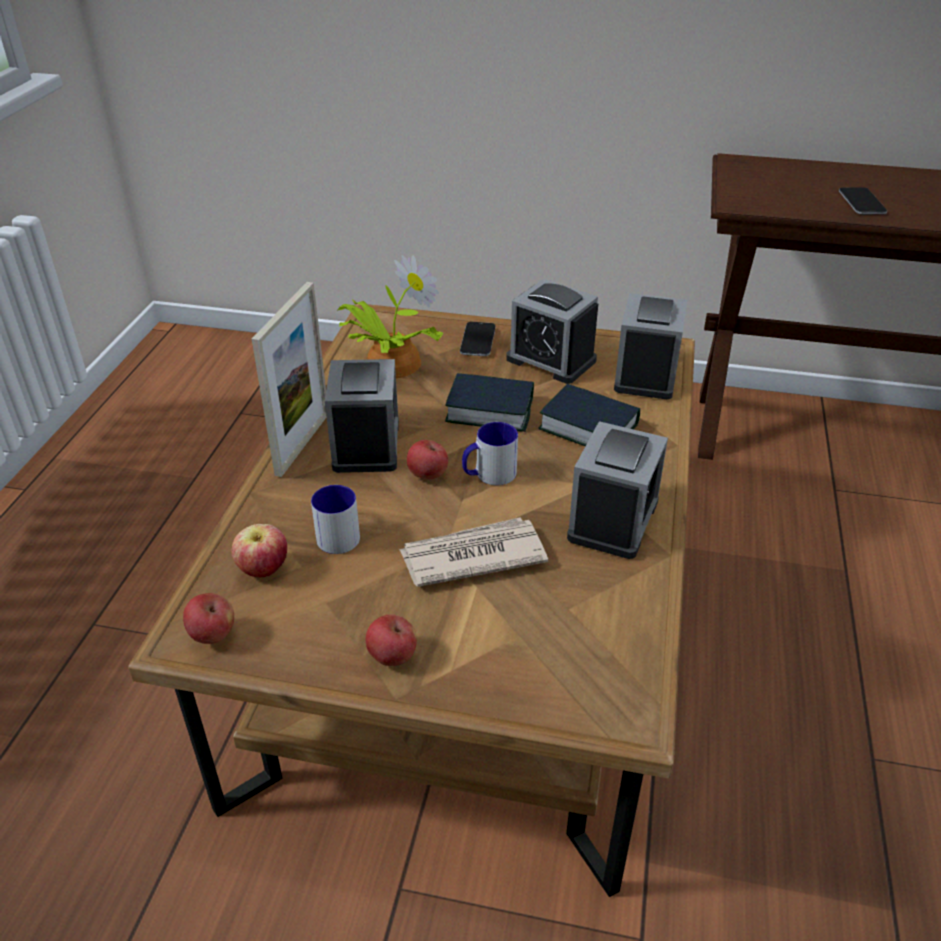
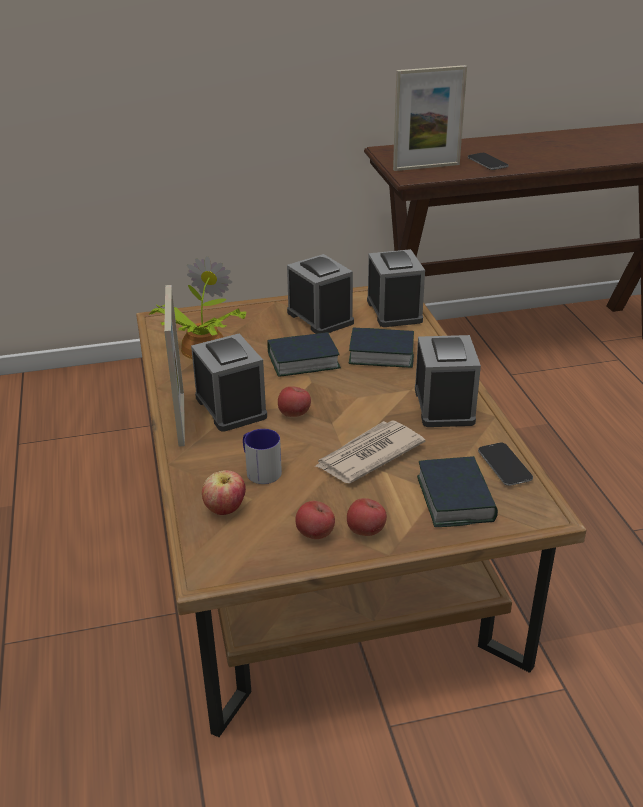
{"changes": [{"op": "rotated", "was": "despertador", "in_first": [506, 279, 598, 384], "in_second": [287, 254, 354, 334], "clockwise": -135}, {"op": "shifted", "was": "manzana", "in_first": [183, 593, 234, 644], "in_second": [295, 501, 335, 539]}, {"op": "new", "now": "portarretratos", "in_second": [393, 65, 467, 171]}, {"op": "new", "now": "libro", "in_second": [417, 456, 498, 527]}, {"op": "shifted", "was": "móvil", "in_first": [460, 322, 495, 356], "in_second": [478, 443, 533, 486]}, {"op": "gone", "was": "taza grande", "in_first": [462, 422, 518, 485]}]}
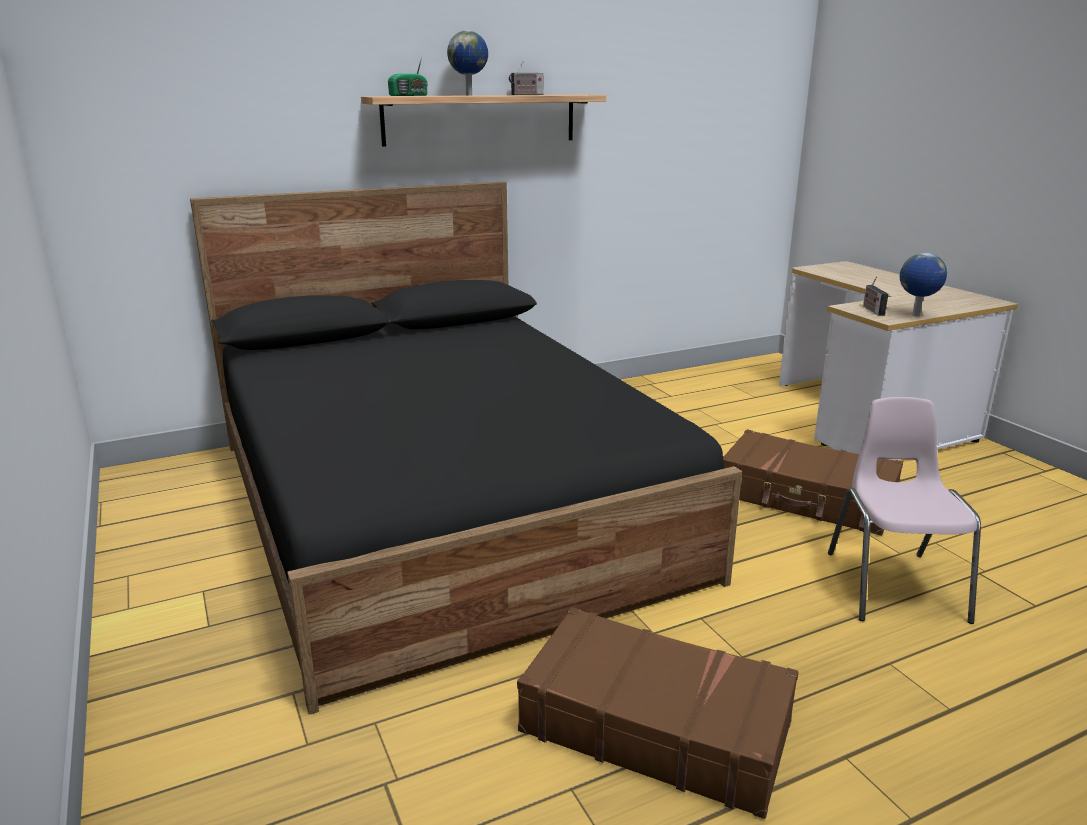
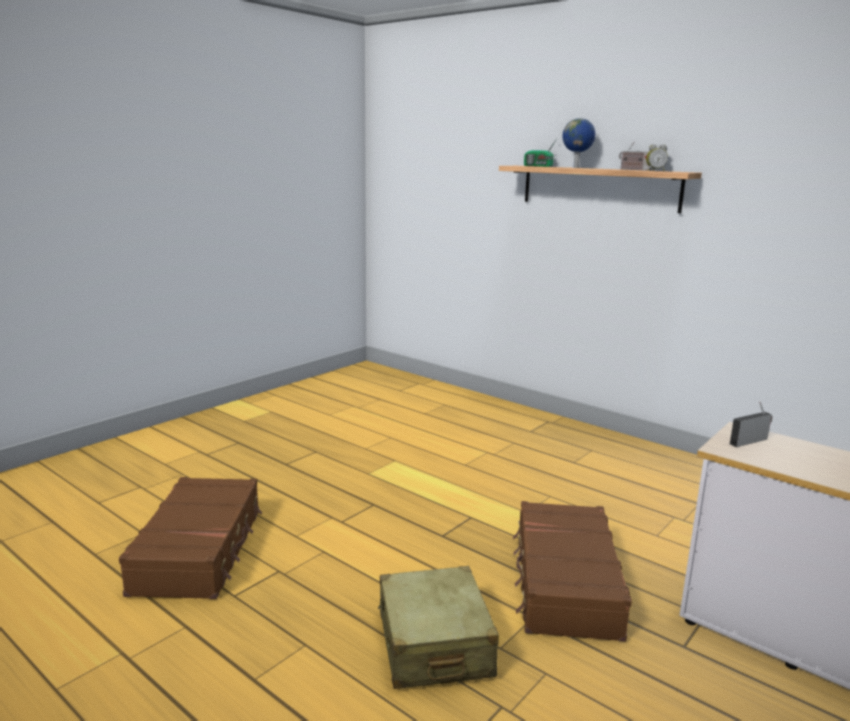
{"changes": [{"op": "swapped", "was": "silla [rosa]", "now": "maleta [beis]", "in_first": [828, 397, 981, 624], "in_second": [378, 566, 499, 689]}, {"op": "new", "now": "despertador", "in_second": [646, 144, 668, 171]}, {"op": "gone", "was": "cama [negro]", "in_first": [190, 181, 742, 715]}, {"op": "gone", "was": "globo terráqueo", "in_first": [900, 253, 947, 317]}]}
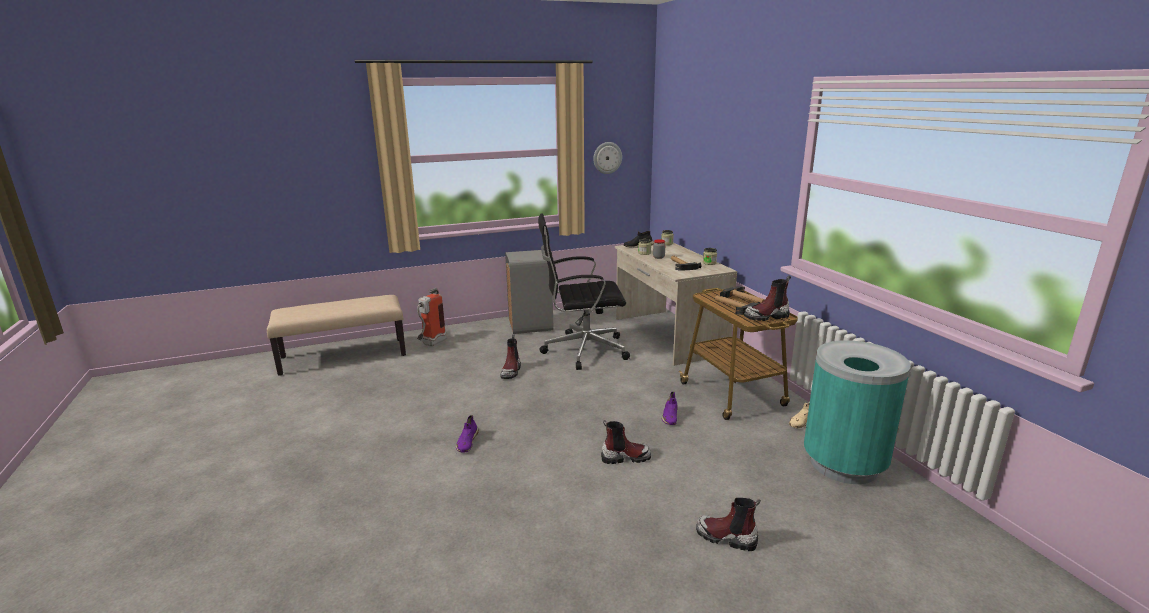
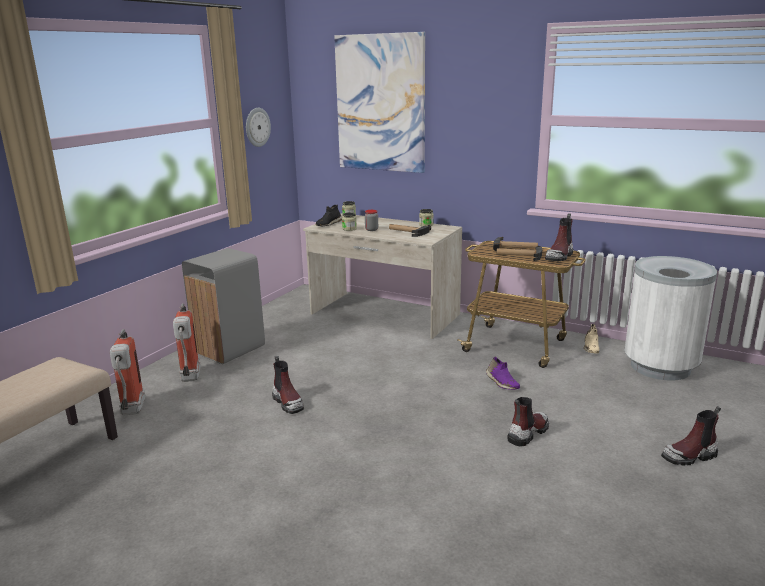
{"changes": [{"op": "new", "now": "extintor", "in_second": [173, 303, 201, 382]}, {"op": "new", "now": "cuadro", "in_second": [334, 32, 425, 173]}, {"op": "repainted", "was": "papelera [turquesa]", "now": "papelera [blanco]", "in_first": [804, 340, 911, 484], "in_second": [624, 256, 717, 381]}, {"op": "gone", "was": "zapato [morado]", "in_first": [456, 415, 479, 453]}, {"op": "gone", "was": "silla de oficina [negro]", "in_first": [538, 213, 630, 370]}]}
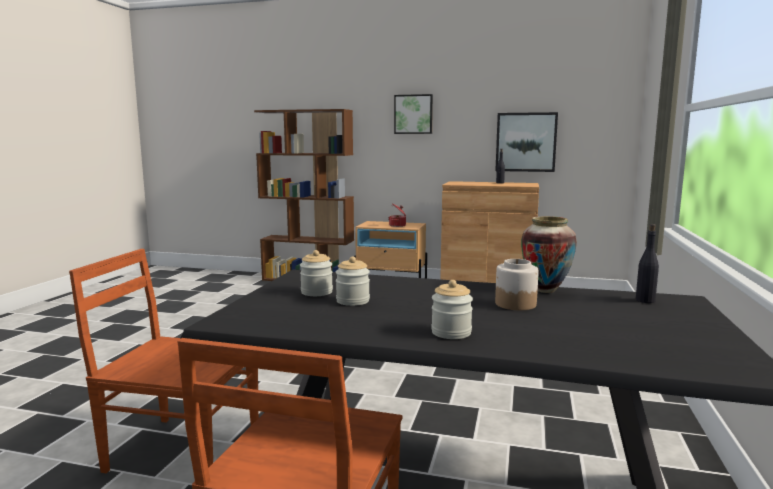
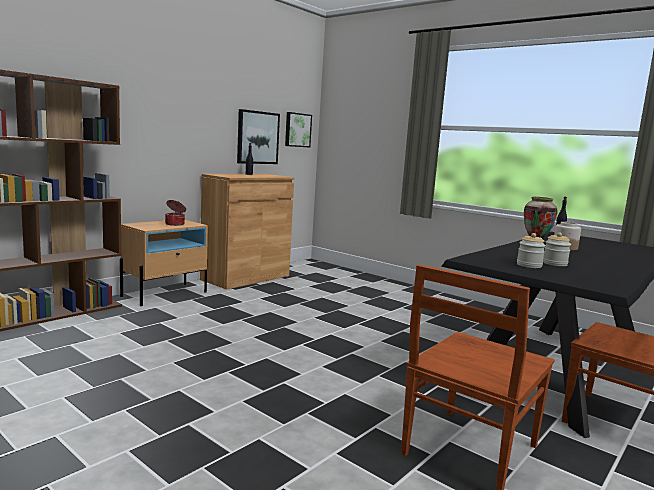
{"changes": [{"op": "shifted", "was": "cuadro", "in_first": [394, 94, 433, 134], "in_second": [285, 112, 312, 147]}, {"op": "gone", "was": "tarro", "in_first": [431, 280, 473, 339]}]}
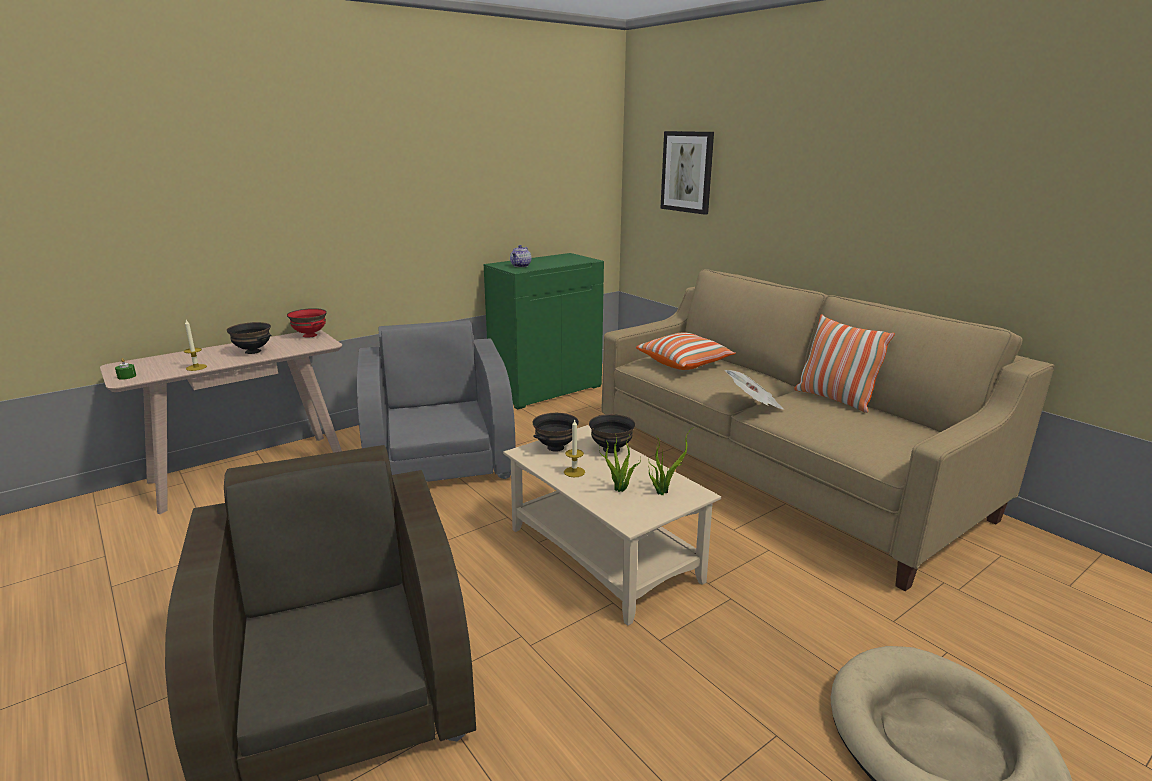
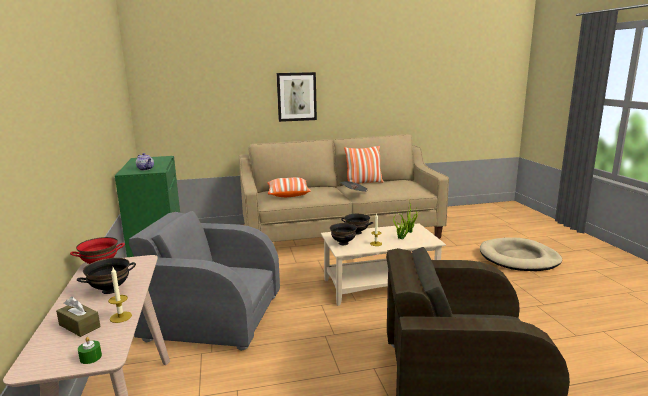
{"changes": [{"op": "new", "now": "caja de pañuelos [marrón]", "in_second": [56, 297, 101, 337]}, {"op": "shifted", "was": "cuadro", "in_first": [660, 131, 714, 215], "in_second": [277, 72, 317, 122]}]}
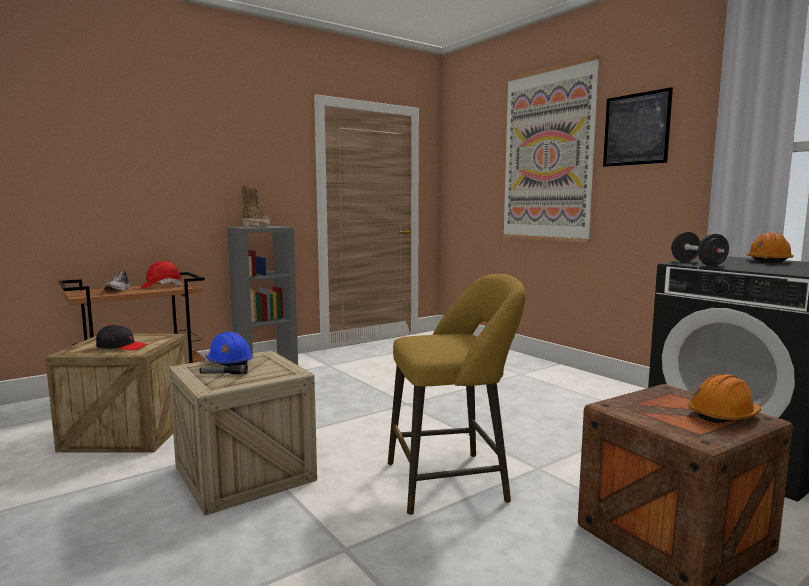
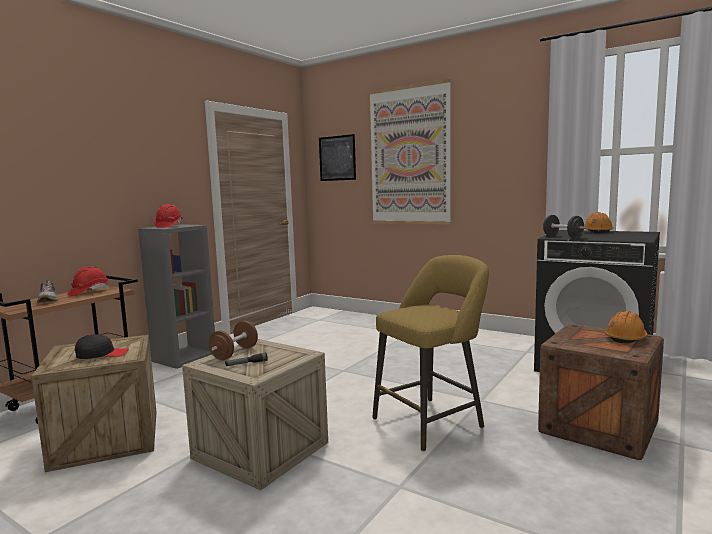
{"changes": [{"op": "swapped", "was": "bota", "now": "casco [rojo]", "in_first": [242, 186, 270, 227], "in_second": [154, 204, 183, 228]}, {"op": "swapped", "was": "casco [azul]", "now": "mancuerna [marrón]", "in_first": [205, 331, 253, 367], "in_second": [209, 321, 258, 360]}, {"op": "shifted", "was": "cuadro", "in_first": [603, 87, 673, 167], "in_second": [319, 134, 356, 181]}]}
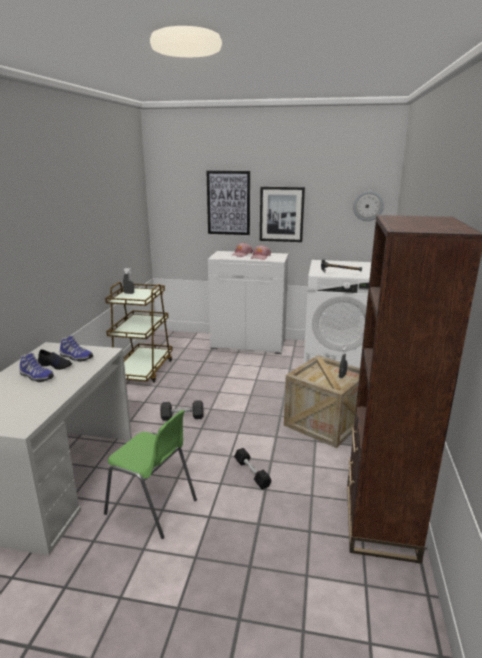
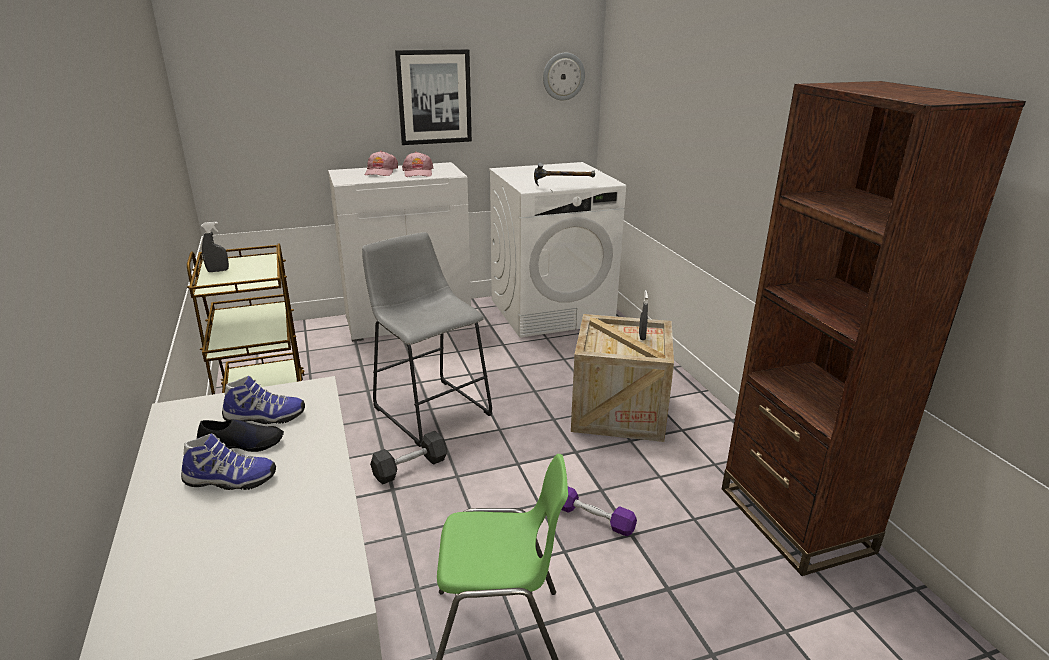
{"changes": [{"op": "new", "now": "taburete [gris]", "in_second": [362, 232, 492, 447]}, {"op": "repainted", "was": "mancuerna [negro]", "now": "mancuerna [morado]", "in_first": [234, 448, 272, 489], "in_second": [562, 486, 637, 536]}, {"op": "gone", "was": "cuadro", "in_first": [206, 171, 250, 235]}]}
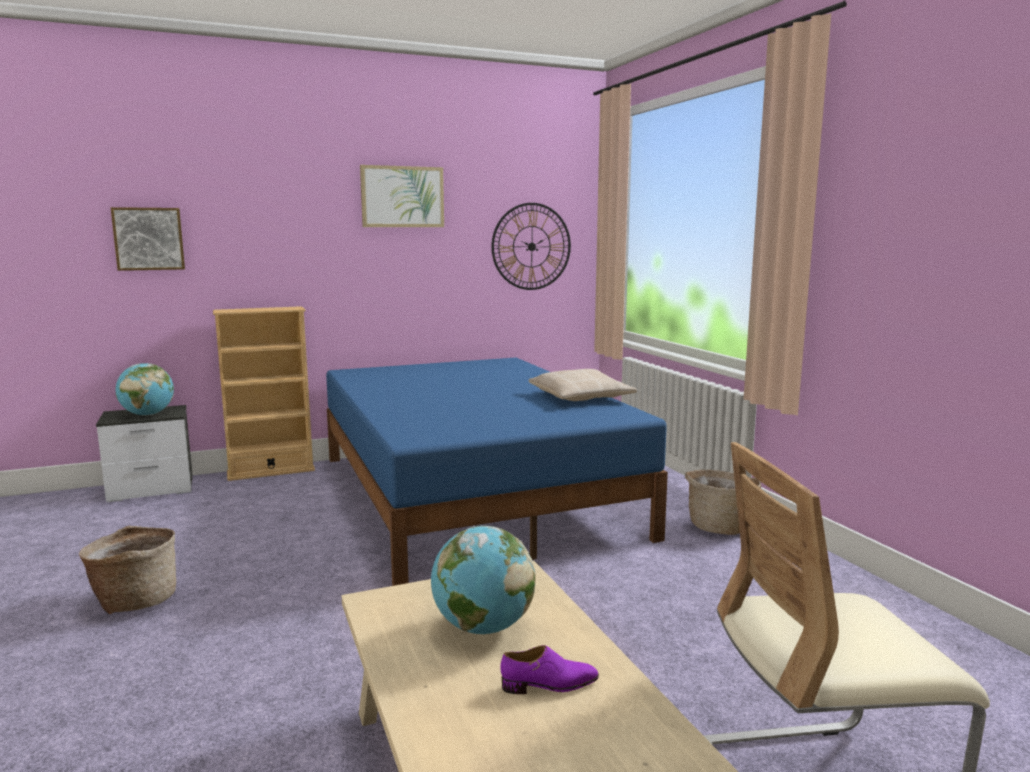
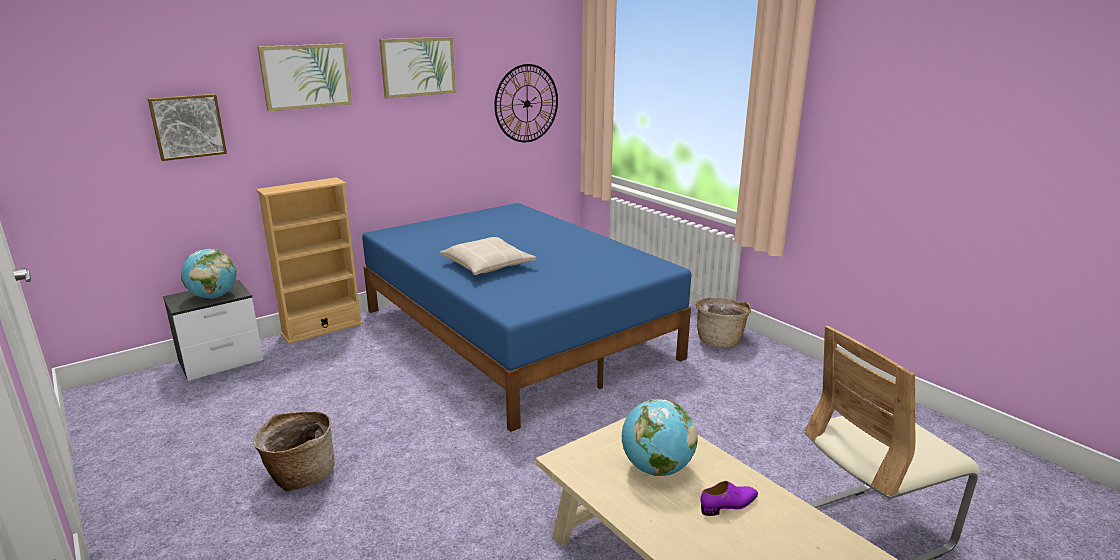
{"changes": [{"op": "new", "now": "cuadro", "in_second": [257, 44, 352, 112]}, {"op": "shifted", "was": "cojín [beis]", "in_first": [529, 369, 637, 401], "in_second": [440, 237, 536, 275]}]}
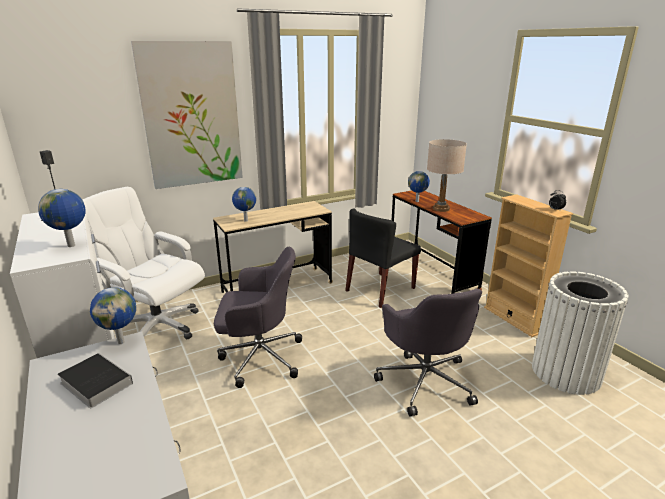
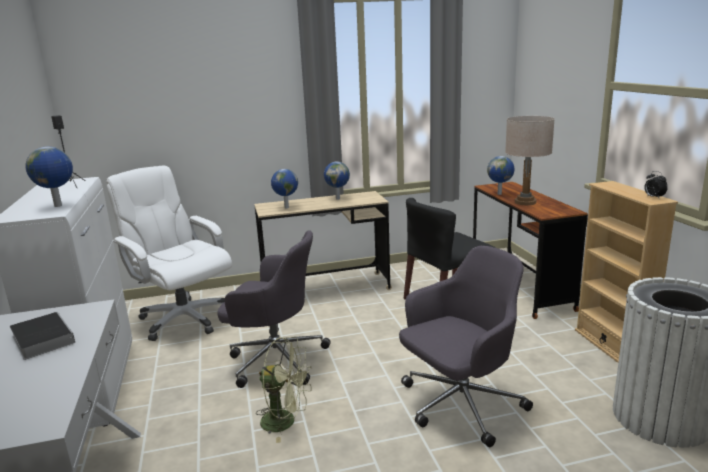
{"changes": [{"op": "new", "now": "ventilador [verde]", "in_second": [256, 337, 312, 443]}, {"op": "shifted", "was": "globo terráqueo", "in_first": [90, 287, 136, 344], "in_second": [324, 162, 350, 200]}, {"op": "rotated", "was": "silla de oficina [gris]", "in_first": [374, 289, 482, 416], "in_second": [399, 246, 533, 447], "clockwise": -120}, {"op": "gone", "was": "cuadro", "in_first": [131, 41, 243, 189]}]}
